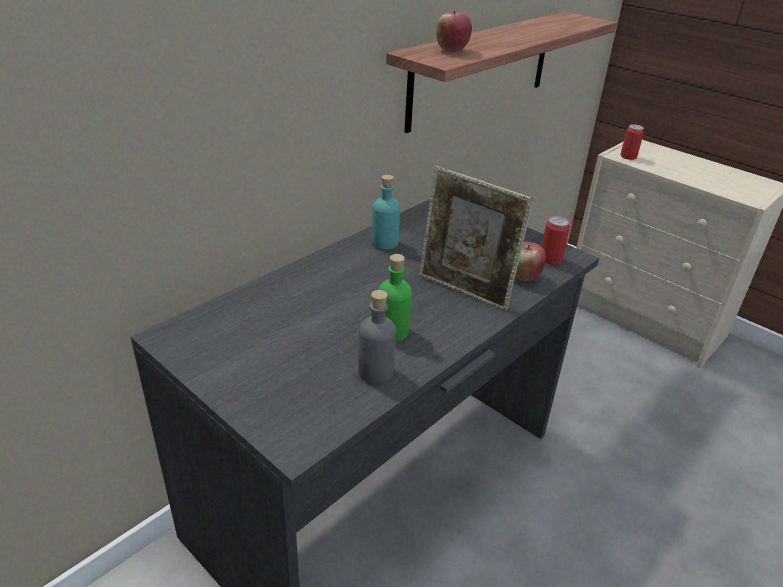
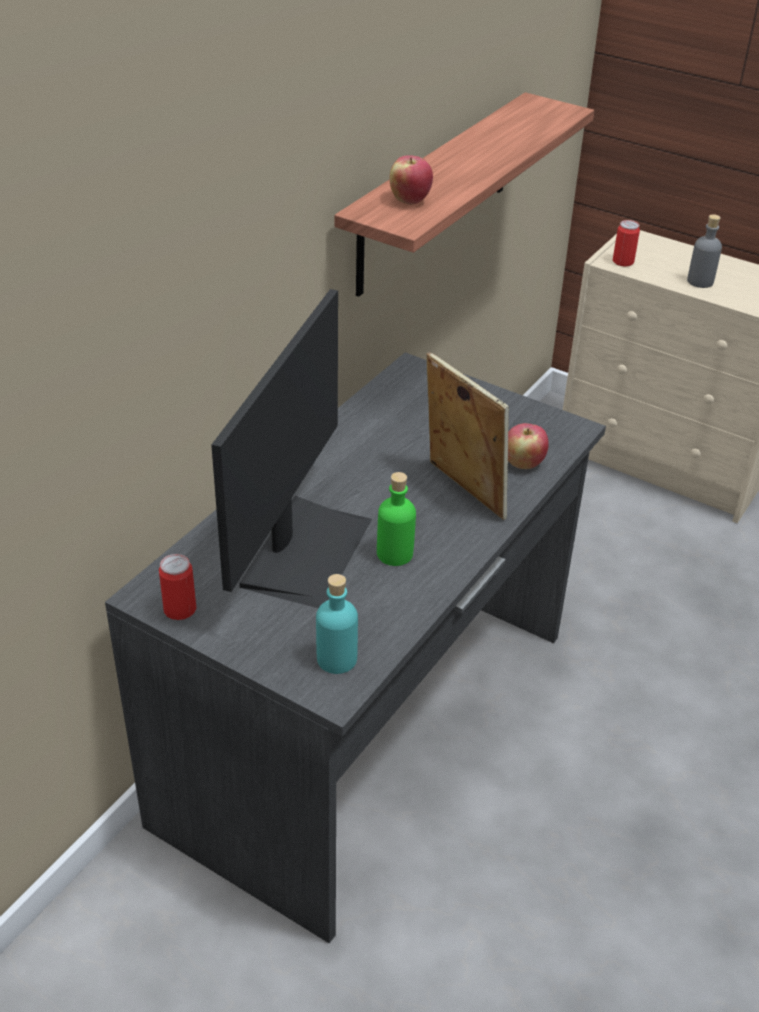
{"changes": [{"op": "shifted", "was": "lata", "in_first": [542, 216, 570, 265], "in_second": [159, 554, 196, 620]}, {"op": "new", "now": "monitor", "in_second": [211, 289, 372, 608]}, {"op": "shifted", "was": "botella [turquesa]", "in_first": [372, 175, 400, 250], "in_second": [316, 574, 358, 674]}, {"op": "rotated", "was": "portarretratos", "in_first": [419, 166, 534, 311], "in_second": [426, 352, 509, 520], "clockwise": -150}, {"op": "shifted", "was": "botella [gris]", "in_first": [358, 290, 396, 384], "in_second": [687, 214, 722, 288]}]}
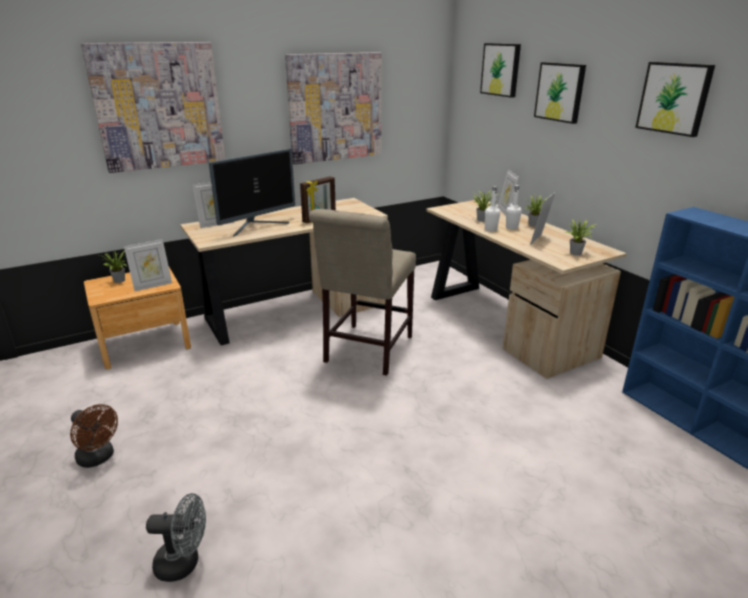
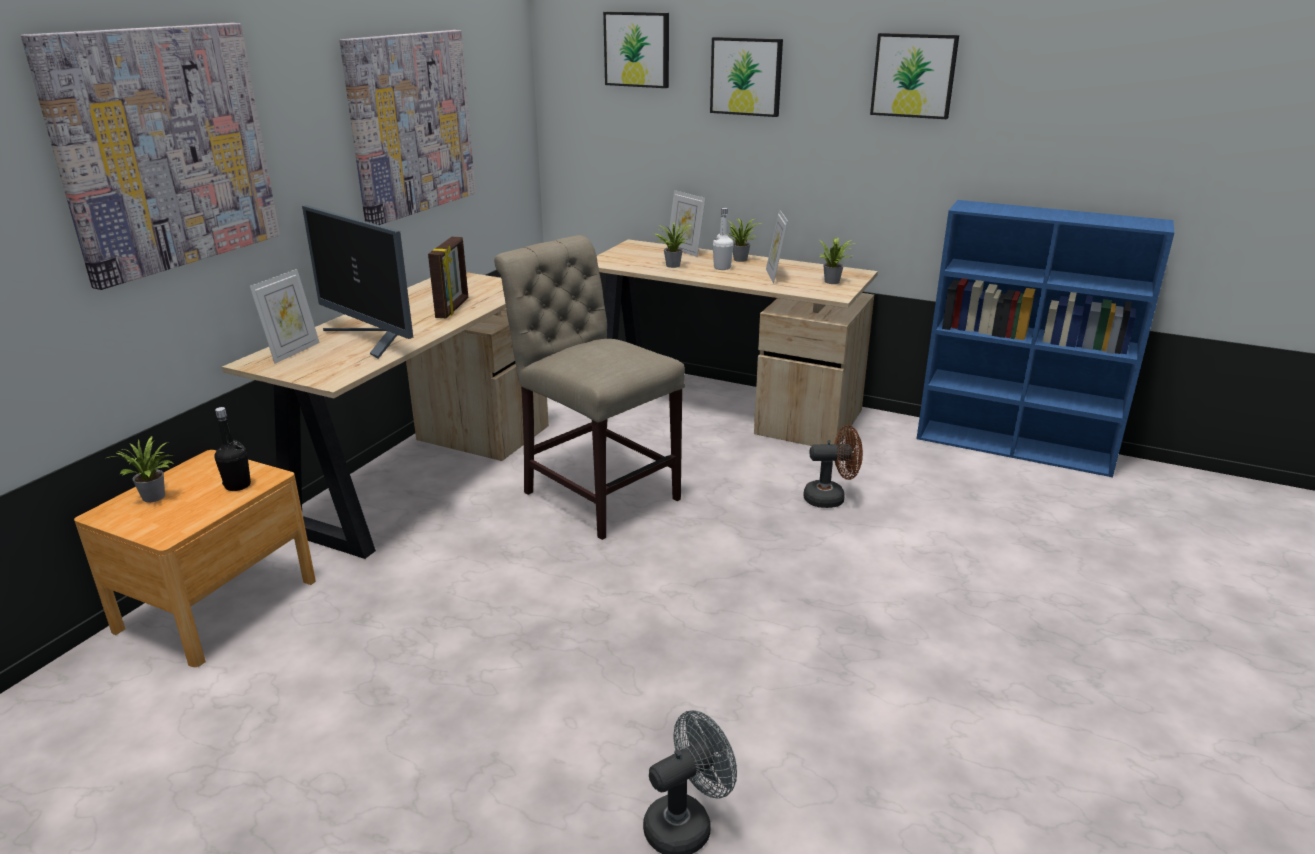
{"changes": [{"op": "swapped", "was": "portarretratos", "now": "botella [negro]", "in_first": [124, 239, 172, 291], "in_second": [214, 407, 251, 491]}, {"op": "rotated", "was": "monitor", "in_first": [209, 149, 295, 237], "in_second": [302, 205, 413, 359], "clockwise": 120}, {"op": "rotated", "was": "silla [beis]", "in_first": [309, 209, 416, 376], "in_second": [494, 235, 685, 540], "clockwise": 150}, {"op": "shifted", "was": "ventilador [marrón]", "in_first": [70, 404, 118, 468], "in_second": [803, 425, 863, 508]}, {"op": "gone", "was": "botella [blanco]", "in_first": [485, 186, 500, 231]}]}
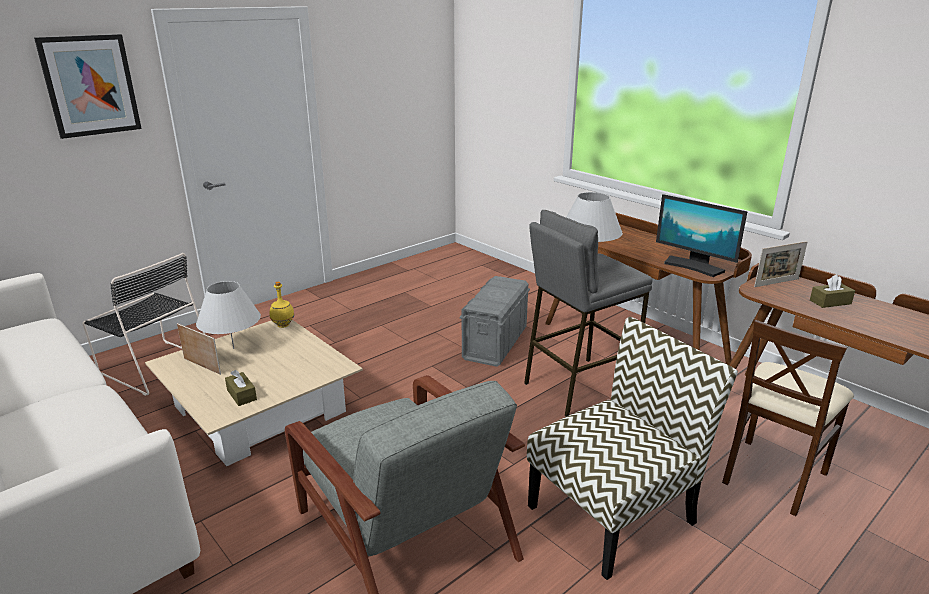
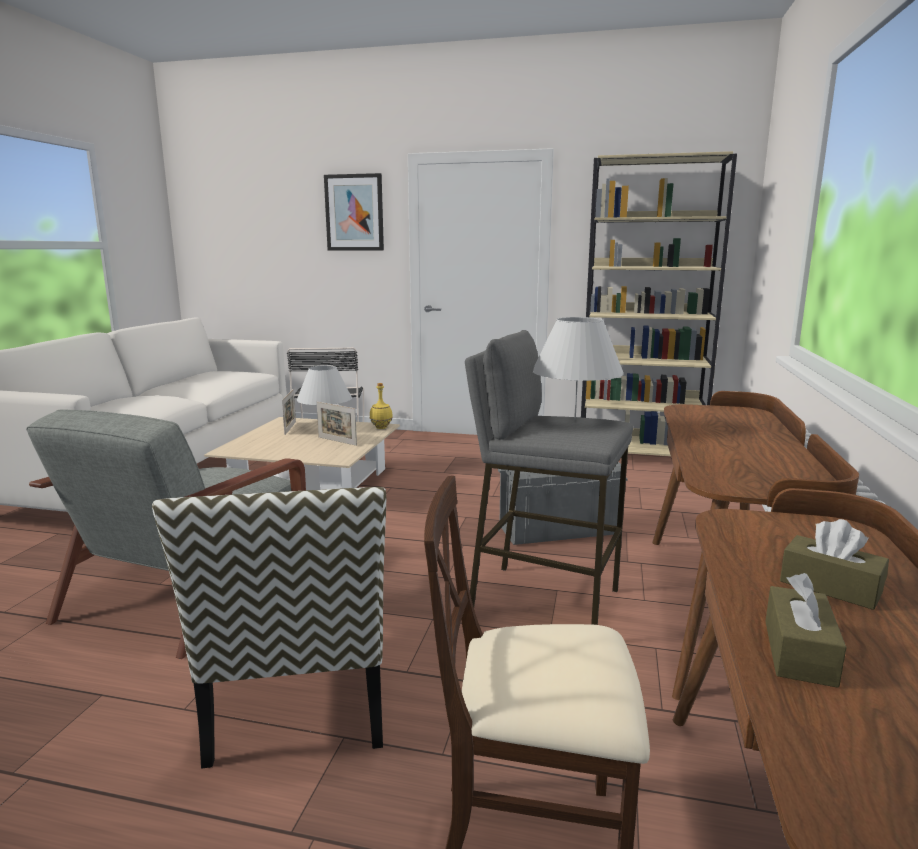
{"changes": [{"op": "rotated", "was": "silla", "in_first": [527, 317, 738, 580], "in_second": [152, 487, 386, 769], "clockwise": 60}, {"op": "shifted", "was": "portarretratos", "in_first": [754, 241, 808, 287], "in_second": [317, 402, 357, 446]}, {"op": "new", "now": "estantería [beis]", "in_second": [581, 151, 737, 456]}, {"op": "shifted", "was": "caja de pañuelos [marrón]", "in_first": [225, 370, 257, 406], "in_second": [765, 573, 847, 688]}, {"op": "gone", "was": "monitor", "in_first": [656, 194, 747, 277]}]}
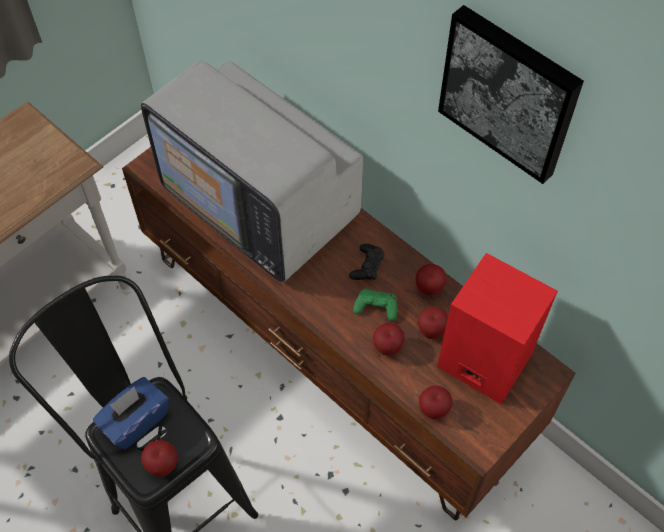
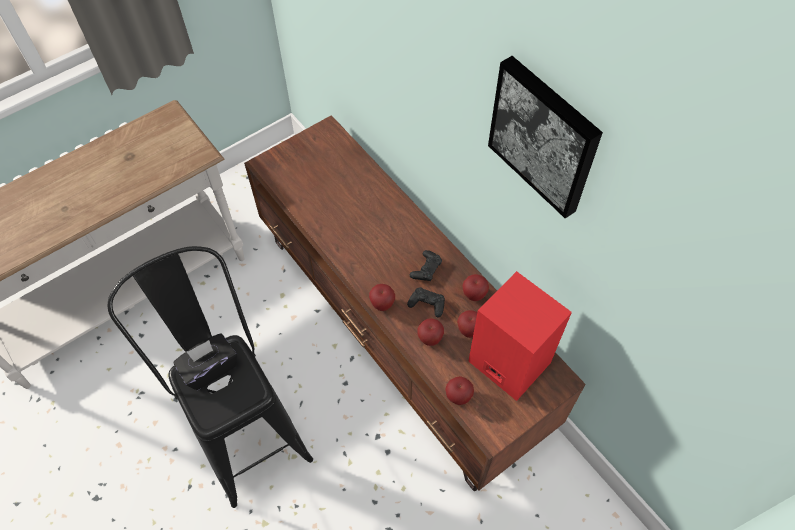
{"changes": [{"op": "repainted", "was": "caja de pañuelos [azul]", "now": "caja de pañuelos [negro]", "in_first": [93, 377, 169, 449], "in_second": [173, 333, 237, 390]}, {"op": "shifted", "was": "manzana", "in_first": [141, 440, 177, 477], "in_second": [369, 284, 395, 311]}, {"op": "repainted", "was": "mando de consola [verde]", "now": "mando de consola [negro]", "in_first": [353, 288, 397, 321], "in_second": [407, 287, 445, 318]}, {"op": "gone", "was": "televisor", "in_first": [141, 61, 363, 282]}]}
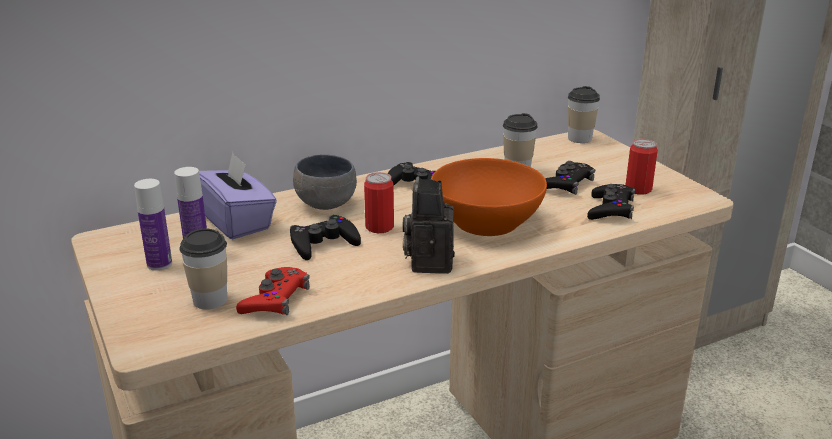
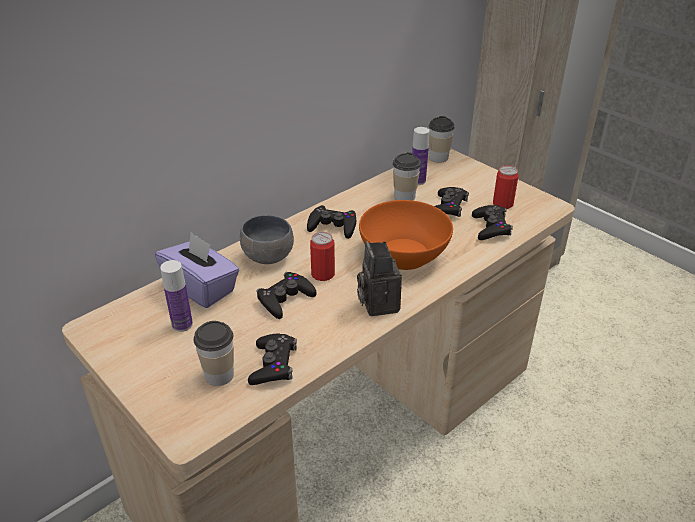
{"changes": [{"op": "repainted", "was": "mando de consola [rojo]", "now": "mando de consola [negro]", "in_first": [236, 267, 310, 315], "in_second": [248, 334, 297, 385]}, {"op": "shifted", "was": "botella", "in_first": [134, 179, 172, 271], "in_second": [412, 127, 429, 185]}]}
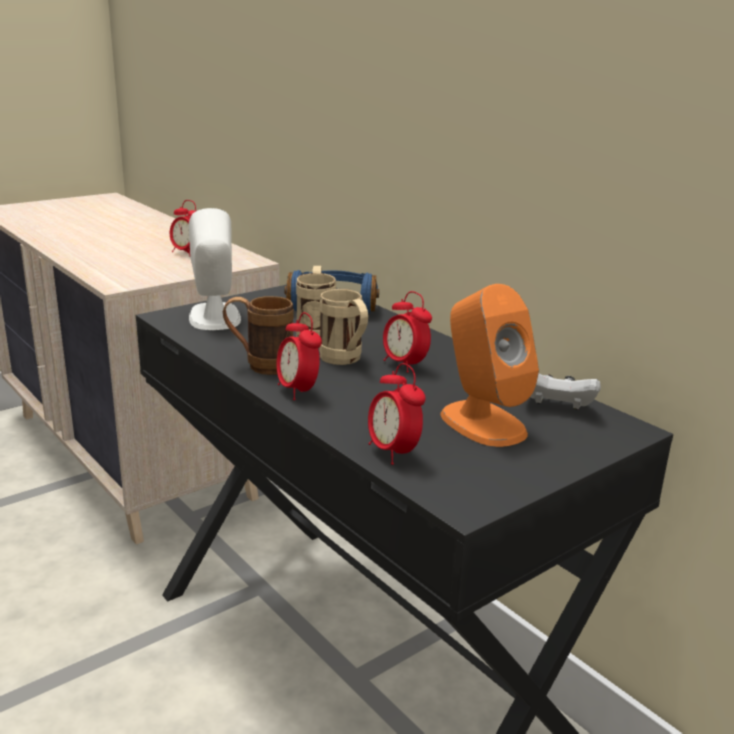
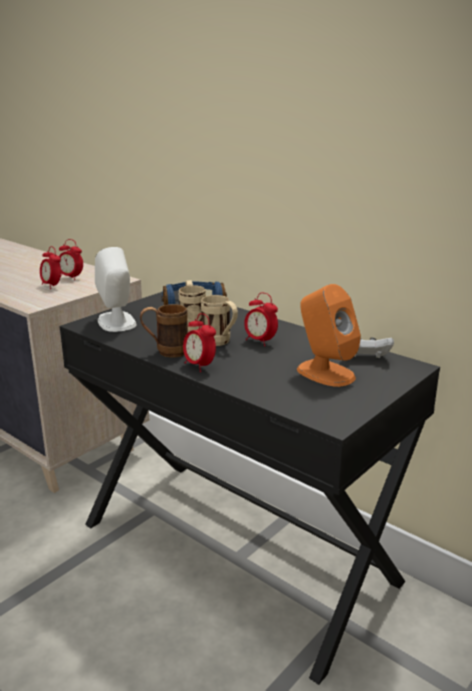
{"changes": [{"op": "shifted", "was": "despertador", "in_first": [368, 363, 426, 465], "in_second": [40, 246, 61, 289]}]}
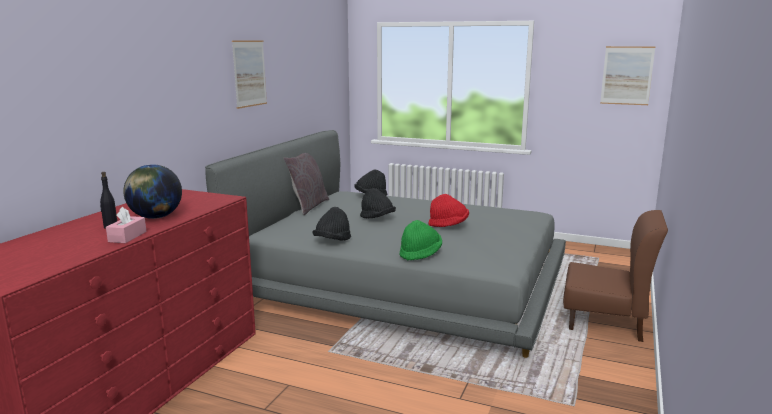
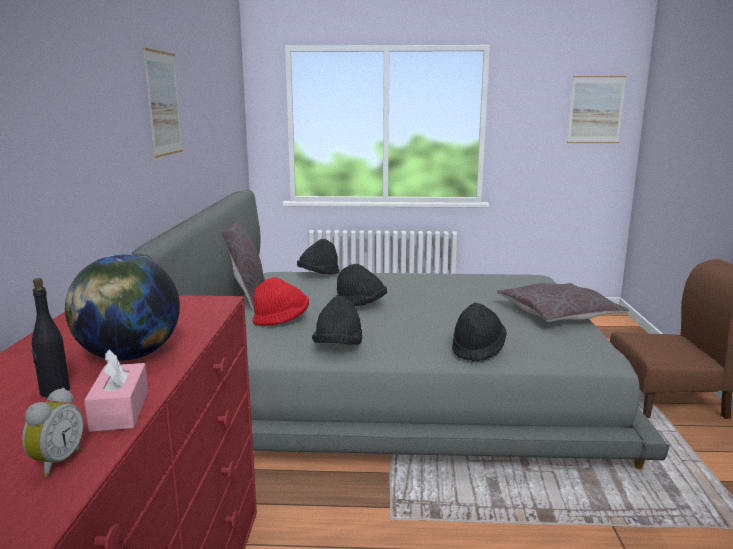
{"changes": [{"op": "new", "now": "despertador", "in_second": [22, 388, 84, 477]}, {"op": "shifted", "was": "sombrero [rojo]", "in_first": [428, 194, 469, 227], "in_second": [253, 277, 309, 326]}, {"op": "repainted", "was": "sombrero [verde]", "now": "sombrero [negro]", "in_first": [400, 220, 442, 260], "in_second": [452, 303, 507, 362]}, {"op": "new", "now": "cojín [gris]", "in_second": [497, 283, 629, 322]}]}
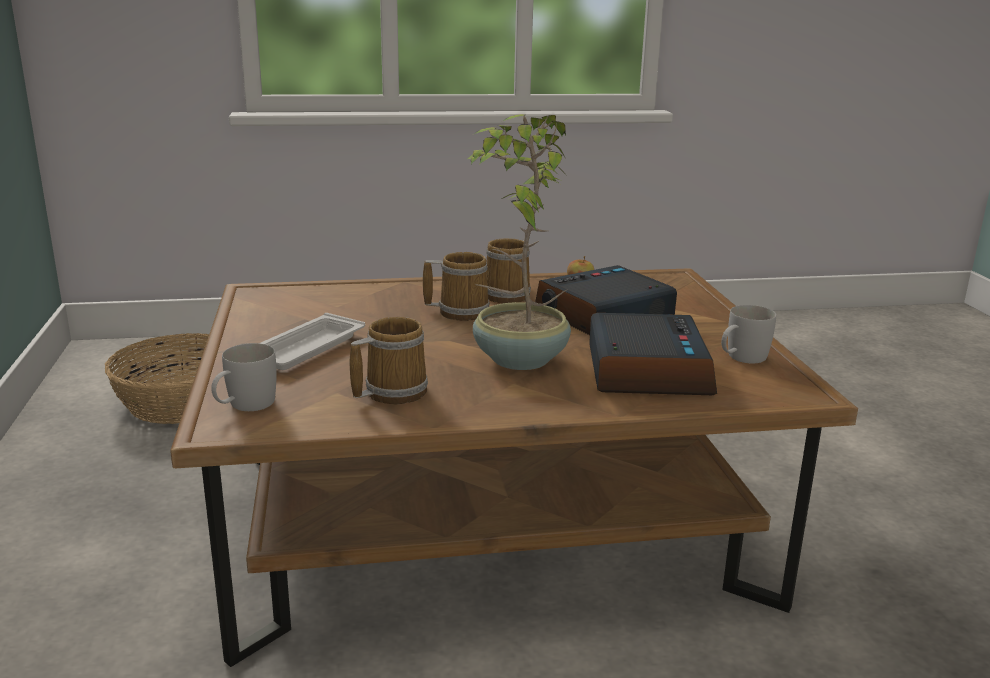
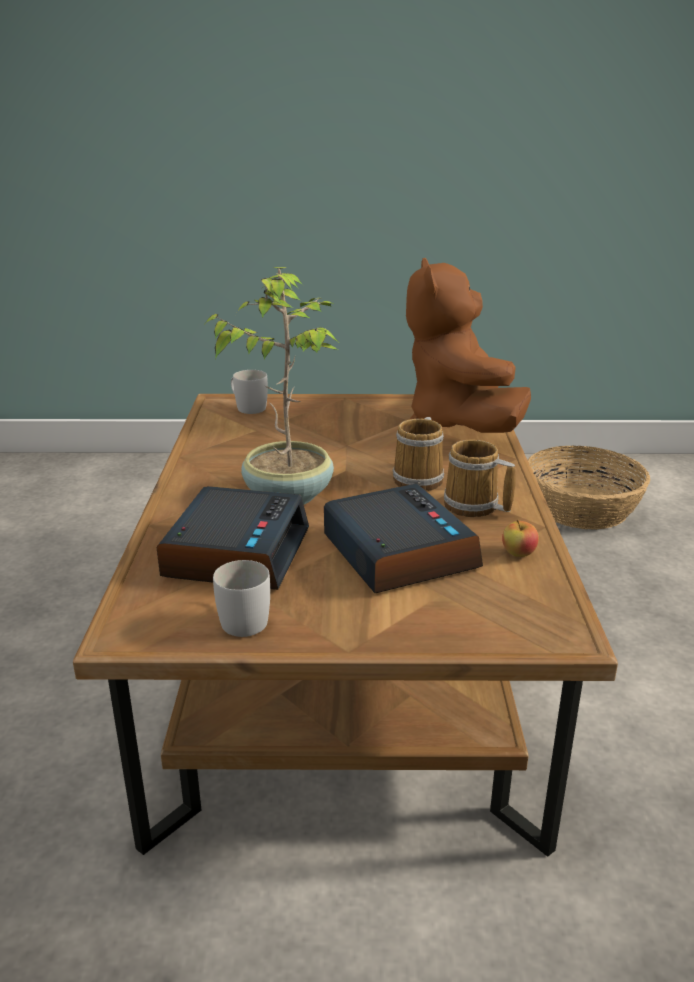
{"changes": [{"op": "rotated", "was": "despertador", "in_first": [589, 313, 717, 395], "in_second": [156, 486, 309, 590], "clockwise": -90}, {"op": "new", "now": "peluche [marrón]", "in_second": [406, 258, 531, 433]}, {"op": "gone", "was": "bandeja [blanco]", "in_first": [259, 313, 365, 370]}, {"op": "gone", "was": "taza grande", "in_first": [350, 317, 428, 404]}]}
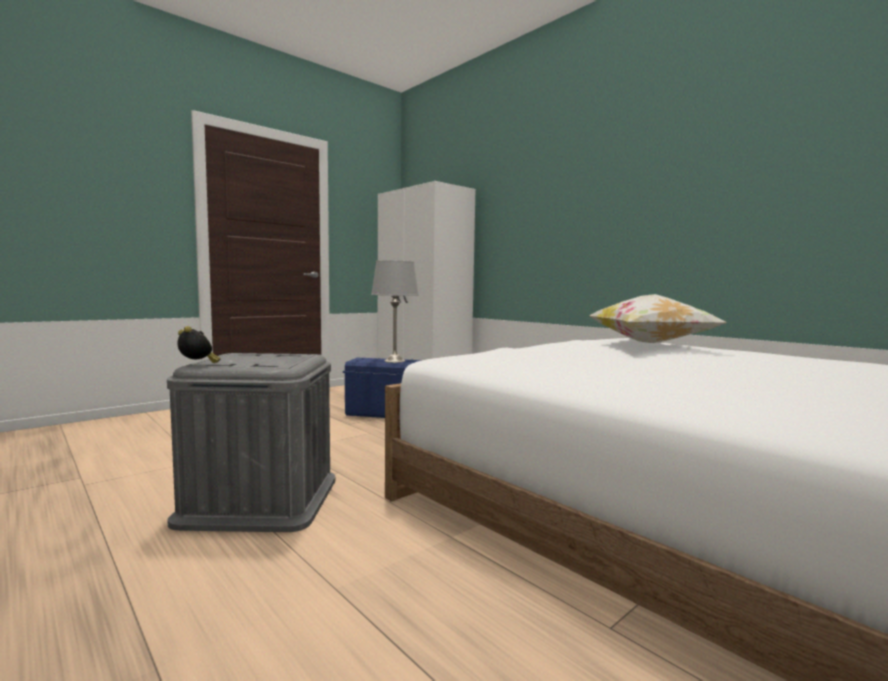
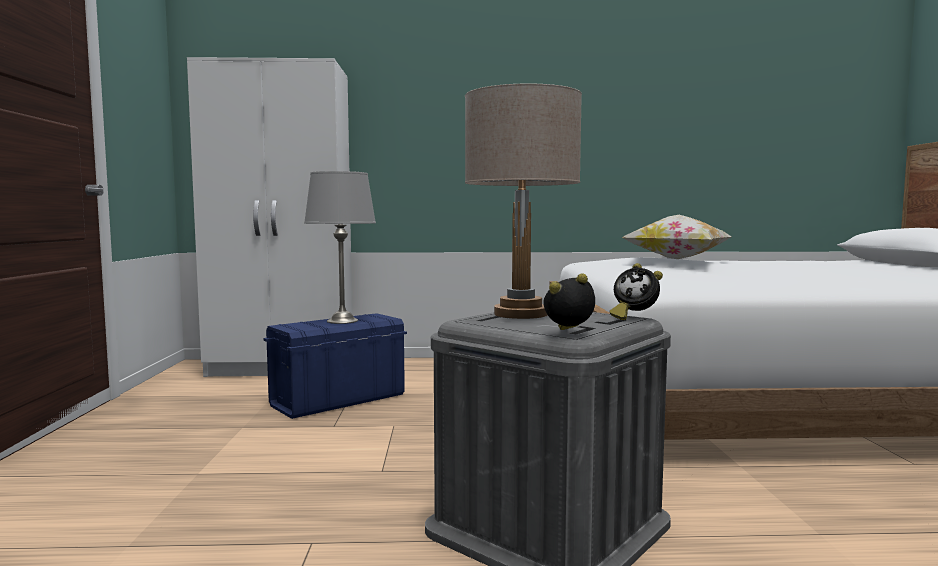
{"changes": [{"op": "new", "now": "lámpara de mesa [beis]", "in_second": [465, 84, 582, 319]}, {"op": "new", "now": "despertador", "in_second": [609, 263, 663, 320]}]}
